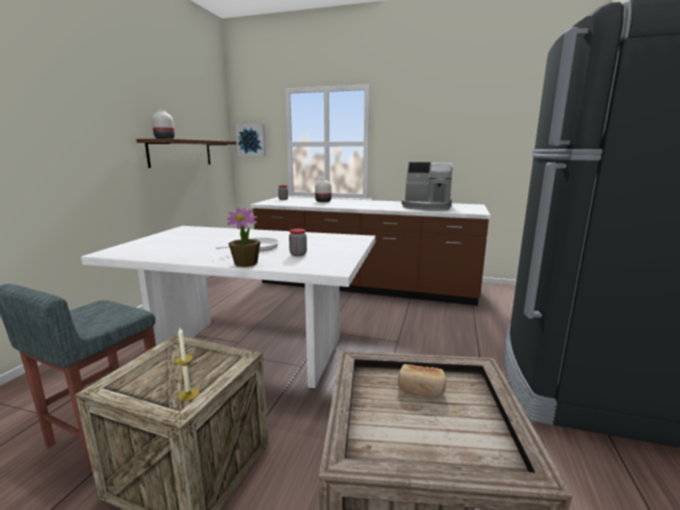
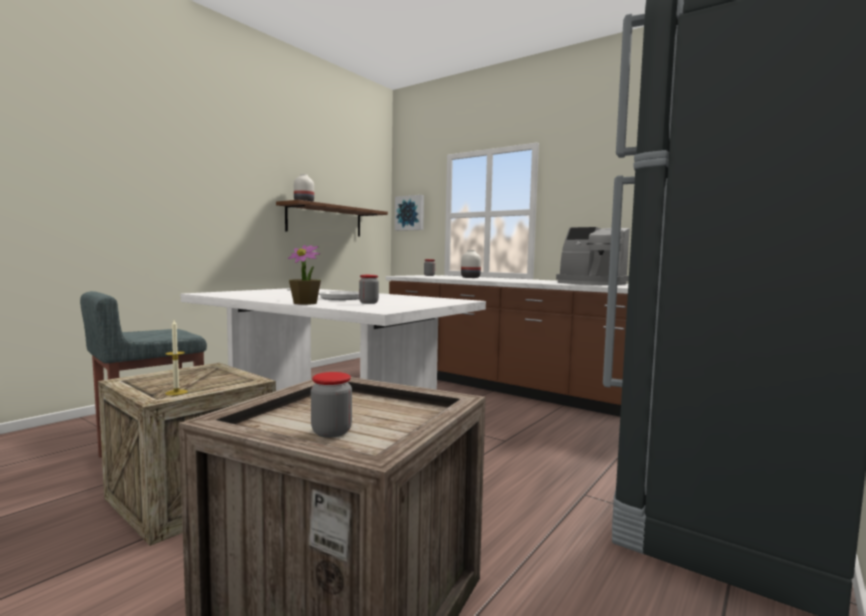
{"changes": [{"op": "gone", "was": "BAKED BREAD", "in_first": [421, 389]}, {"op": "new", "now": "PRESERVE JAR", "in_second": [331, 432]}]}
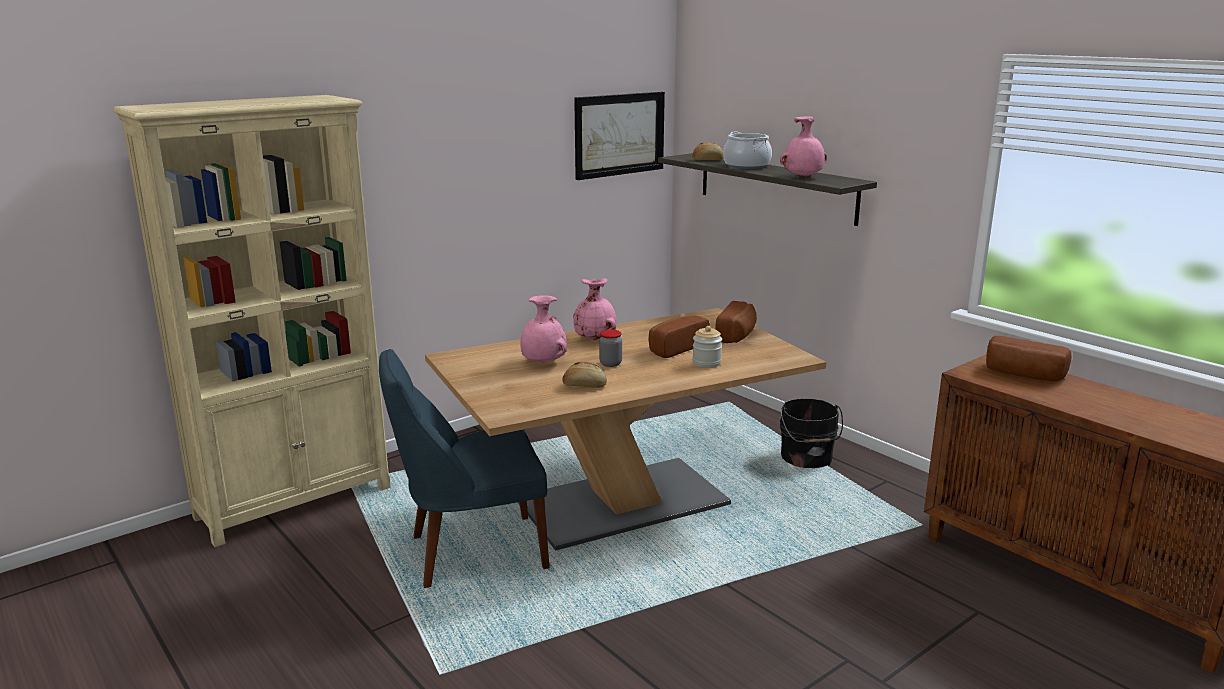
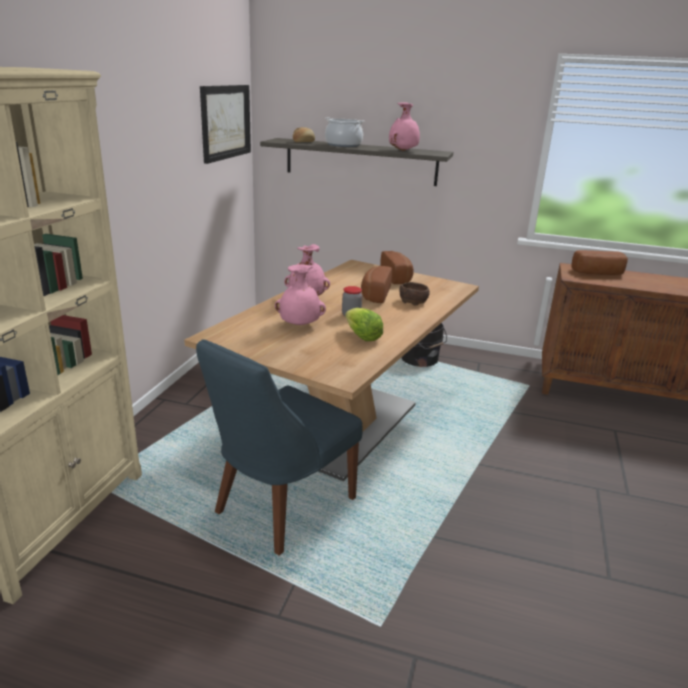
{"changes": [{"op": "swapped", "was": "BAKED BREAD", "now": "HEAD OF LETTUCE", "in_first": [584, 385], "in_second": [362, 337]}, {"op": "swapped", "was": "PRESERVE JAR", "now": "BROWN SERVING BOWL", "in_first": [706, 363], "in_second": [413, 301]}]}
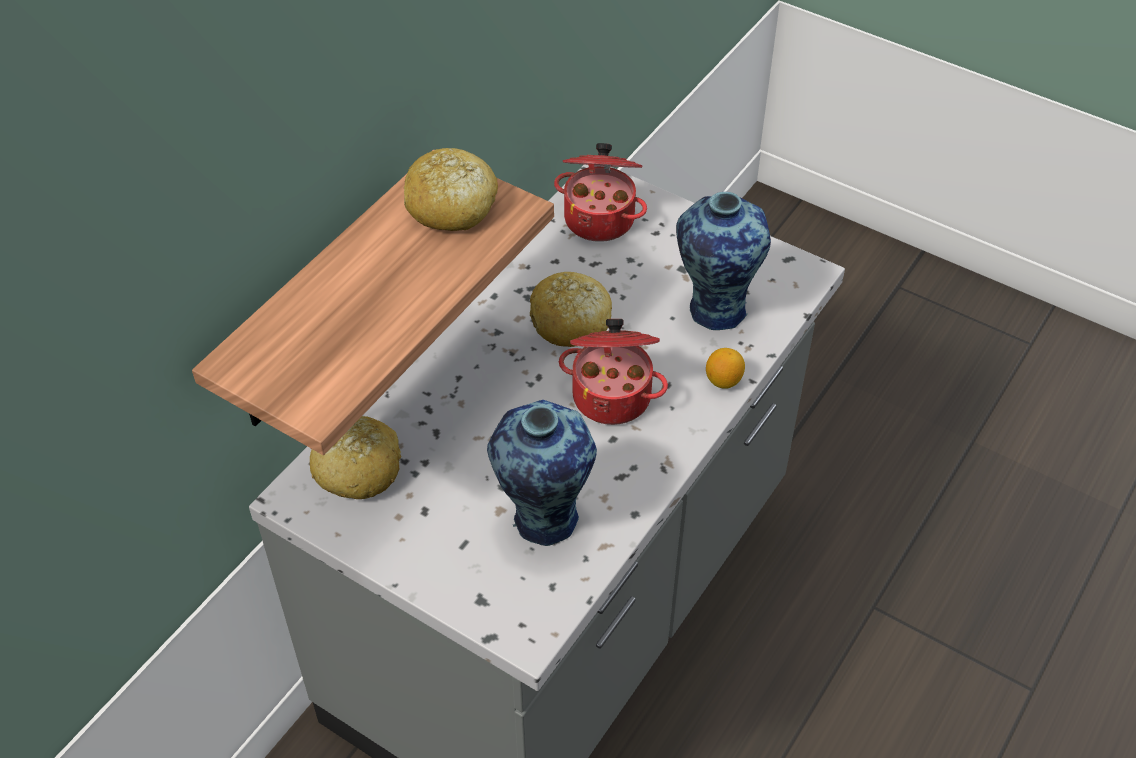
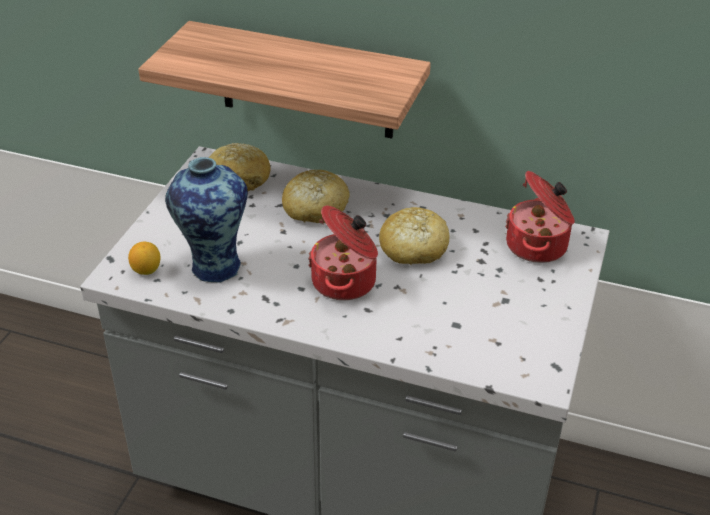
{"changes": [{"op": "gone", "was": "FLOWER VASE", "in_first": [714, 308]}, {"op": "shifted", "was": "BAKED BREAD", "in_first": [451, 205], "in_second": [315, 208]}, {"op": "shifted", "was": "CITRUS FRUIT", "in_first": [723, 380], "in_second": [146, 270]}]}
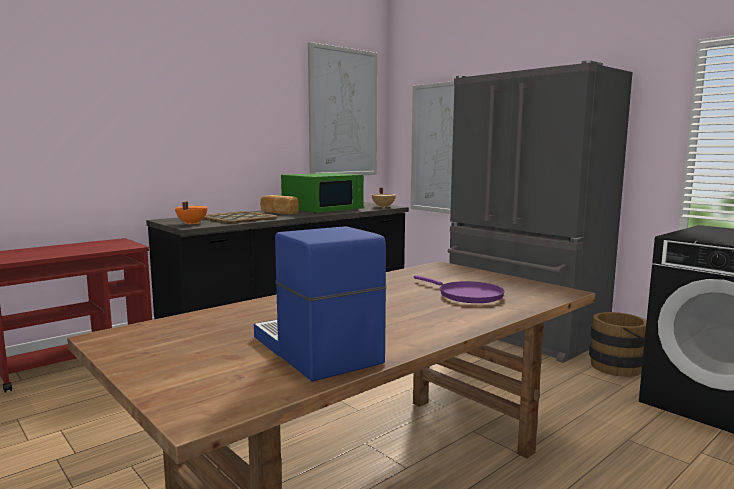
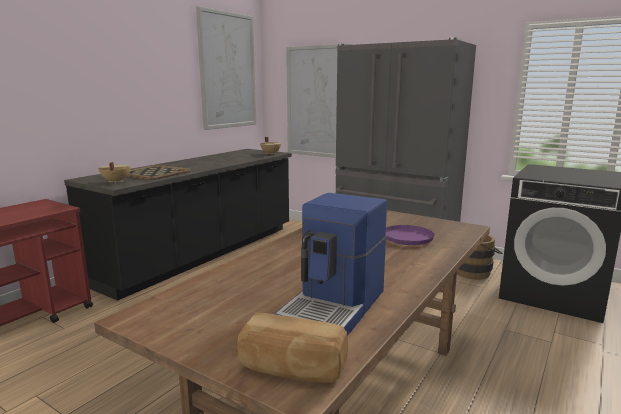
{"changes": [{"op": "gone", "was": "GREENISH KITCHEN MICROWAVE", "in_first": [323, 209]}, {"op": "shifted", "was": "BAKED BREAD", "in_first": [279, 213], "in_second": [292, 368]}, {"op": "repainted", "was": "ORANGE-COLOURED STOCKPOT", "now": "SAND-COLOURED STOCKPOT", "in_first": [191, 223], "in_second": [115, 181]}, {"op": "rotated", "was": "COFFEE MAKER", "in_first": [314, 350], "in_second": [335, 307], "clockwise": -105}]}
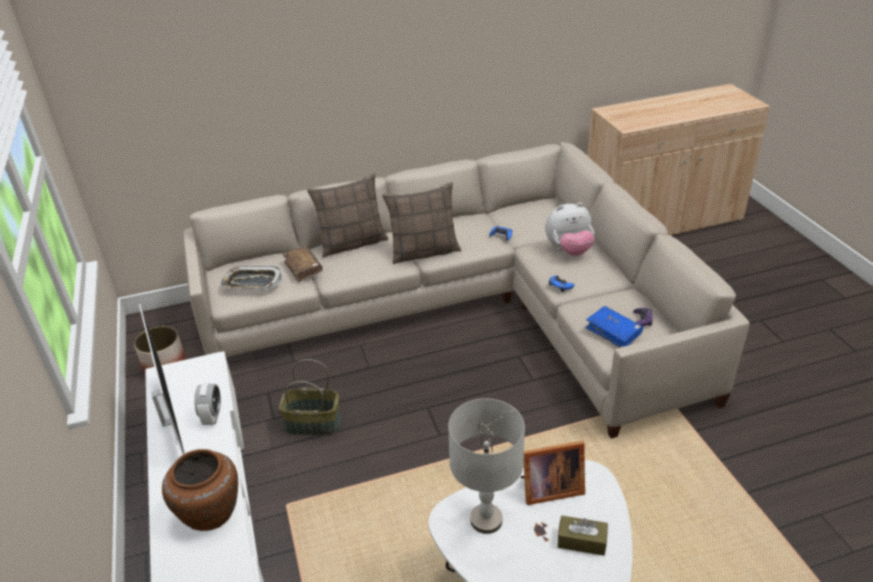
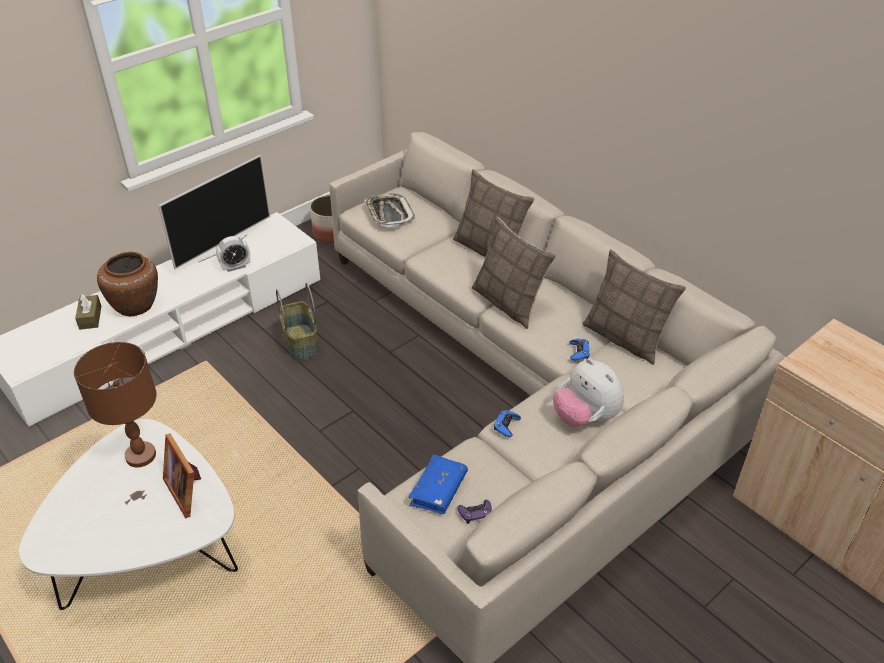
{"changes": [{"op": "gone", "was": "BROWN BOOK", "in_first": [303, 268]}, {"op": "new", "now": "CUSHION", "in_second": [625, 338]}, {"op": "shifted", "was": "BROWN TISSUE BOX", "in_first": [581, 541], "in_second": [90, 317]}, {"op": "repainted", "was": "GREYISH TABLETOP LAMP", "now": "BROWN TABLETOP LAMP", "in_first": [485, 520], "in_second": [141, 455]}]}
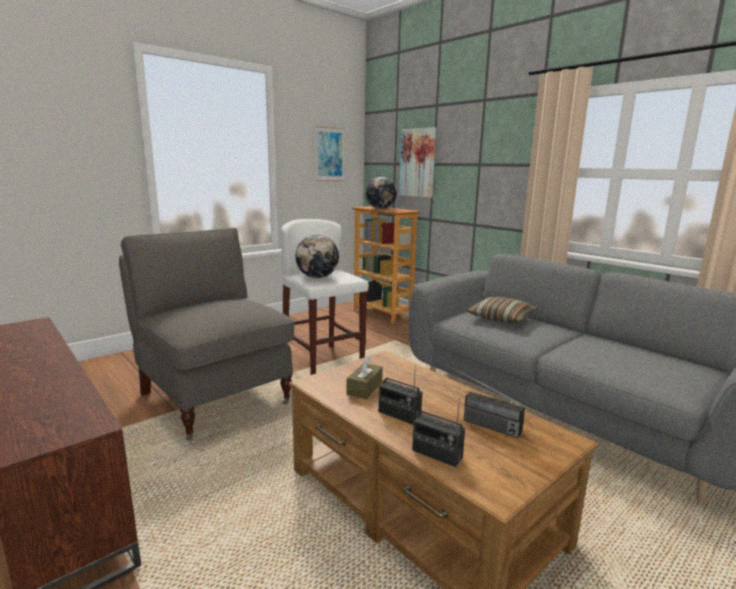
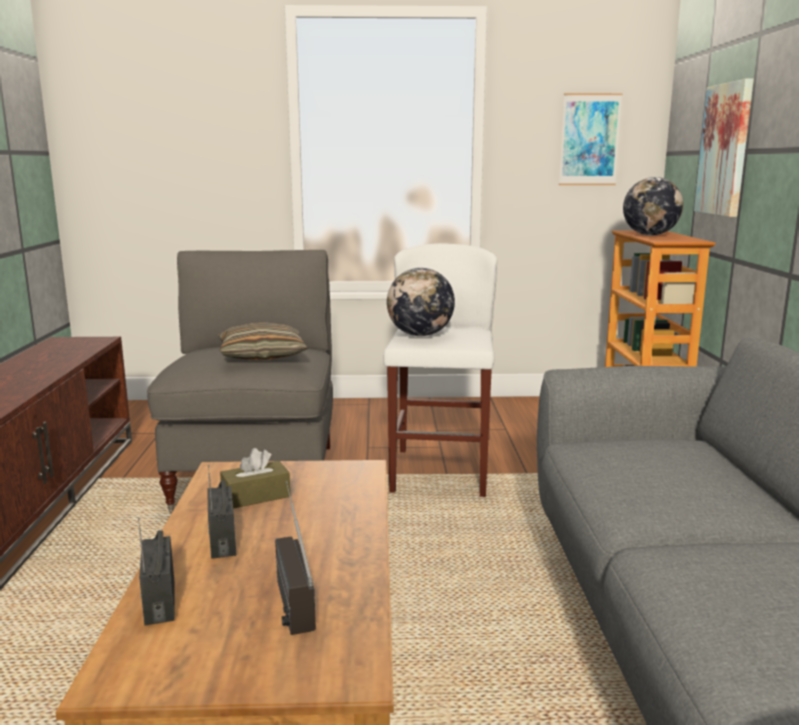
{"changes": [{"op": "shifted", "was": "CUSHION", "in_first": [501, 318], "in_second": [262, 355]}]}
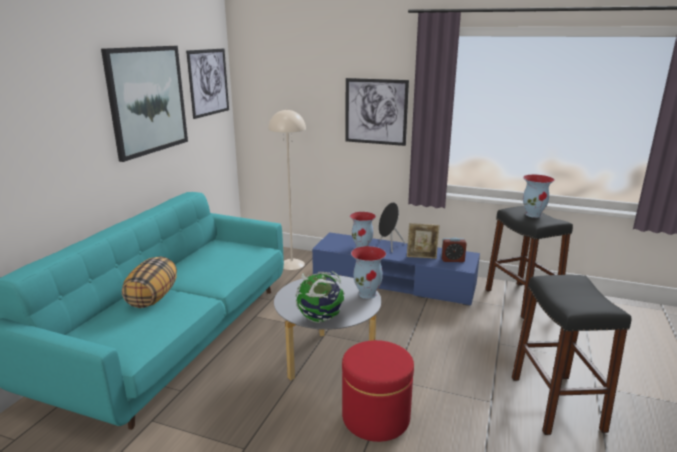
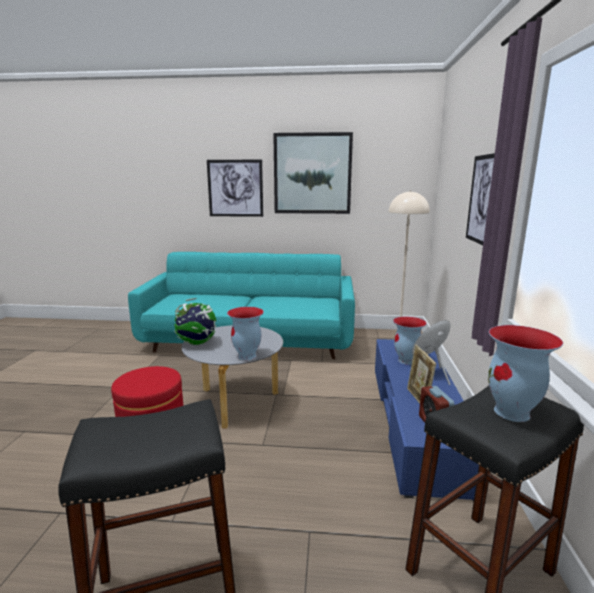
{"changes": [{"op": "gone", "was": "CUSHION", "in_first": [152, 298]}, {"op": "shifted", "was": "PICTURE", "in_first": [208, 82], "in_second": [235, 188]}]}
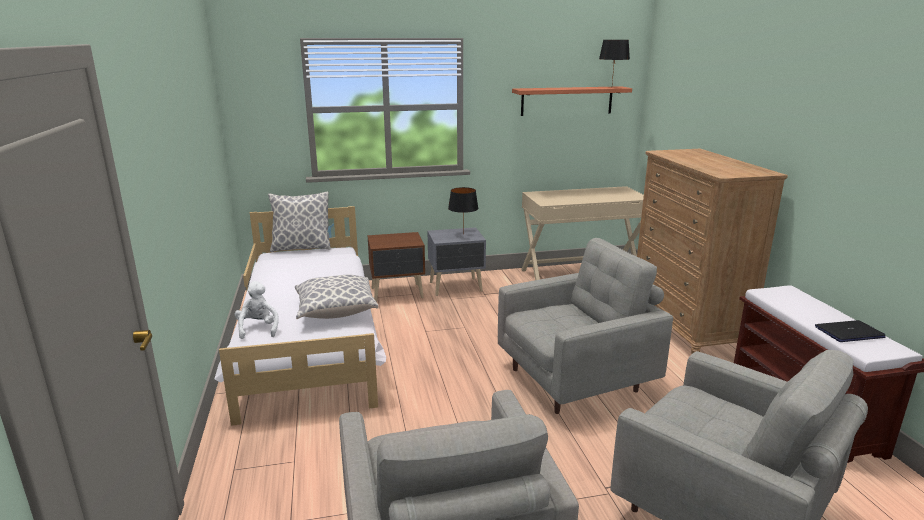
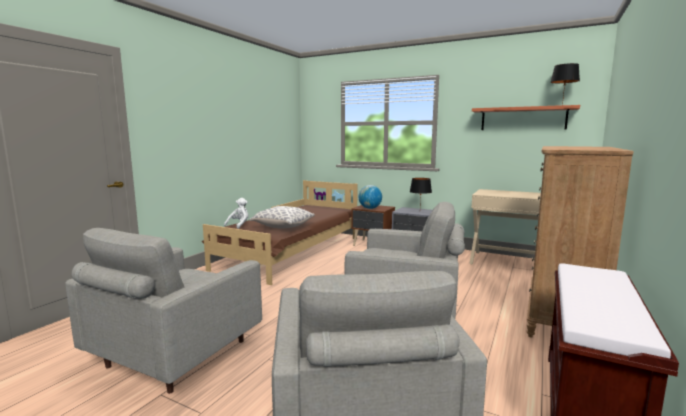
{"changes": [{"op": "gone", "was": "CUSHION", "in_first": [301, 248]}, {"op": "gone", "was": "LAPTOP", "in_first": [849, 332]}, {"op": "new", "now": "WORLD GLOBE", "in_second": [370, 208]}, {"op": "repainted", "was": "WHITISH BED", "now": "BROWN BED", "in_first": [310, 343], "in_second": [291, 253]}]}
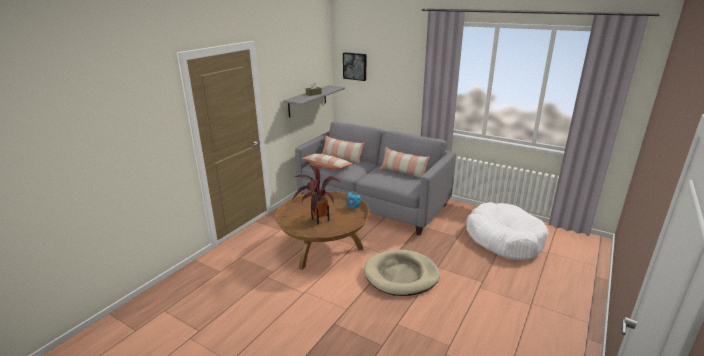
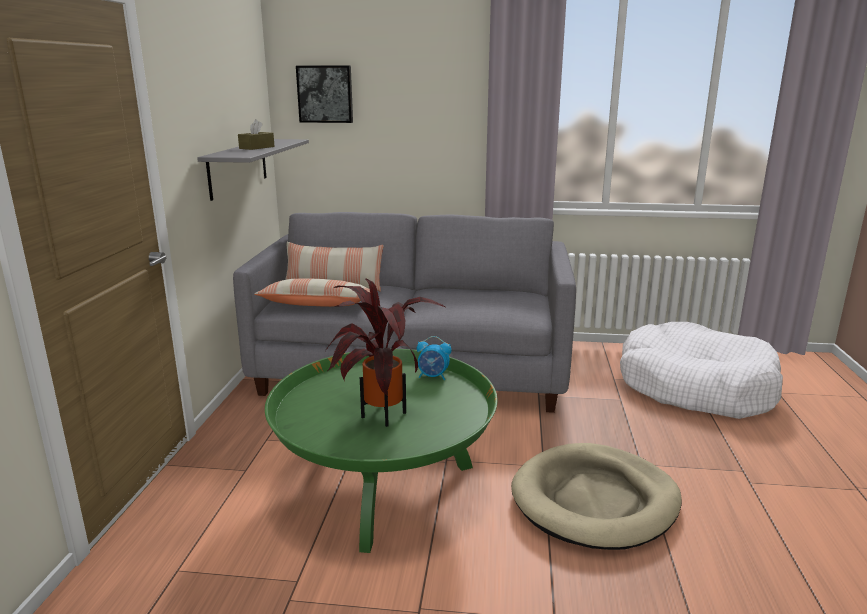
{"changes": [{"op": "gone", "was": "CUSHION", "in_first": [403, 172]}, {"op": "repainted", "was": "BROWN LOW TABLE", "now": "GREENISH LOW TABLE", "in_first": [324, 248], "in_second": [385, 487]}]}
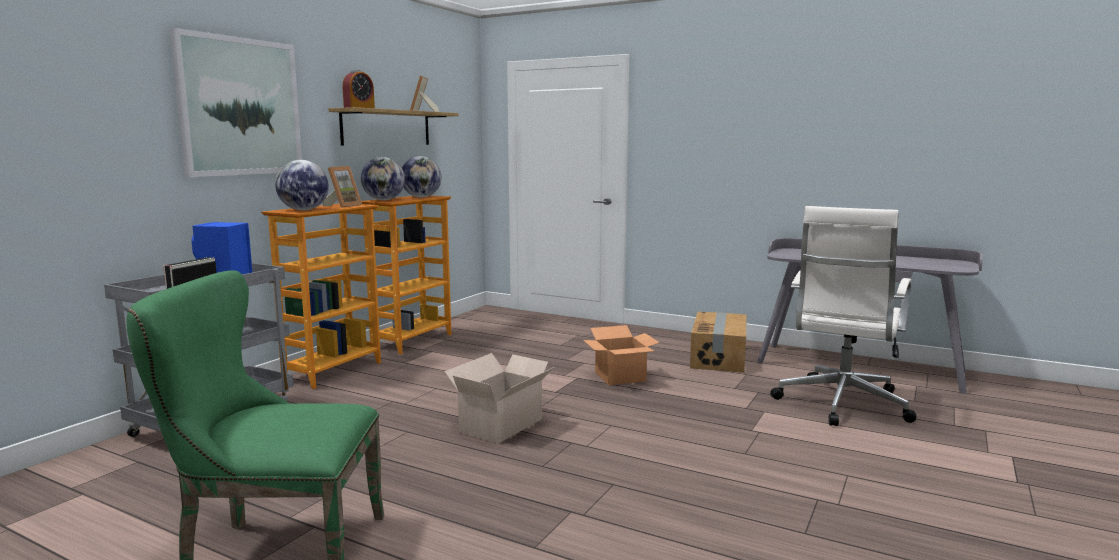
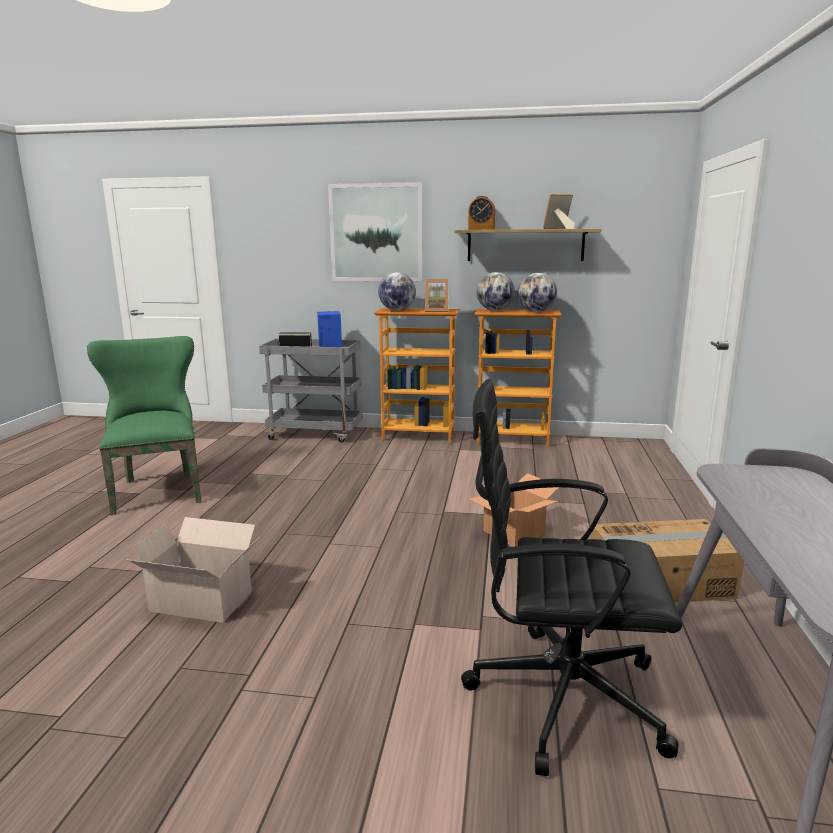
{"changes": [{"op": "shifted", "was": "CARDBOARD BOX", "in_first": [503, 424], "in_second": [203, 602]}, {"op": "repainted", "was": "WHITISH DESK CHAIR", "now": "BLACK-COLOURED DESK CHAIR", "in_first": [841, 404], "in_second": [560, 695]}]}
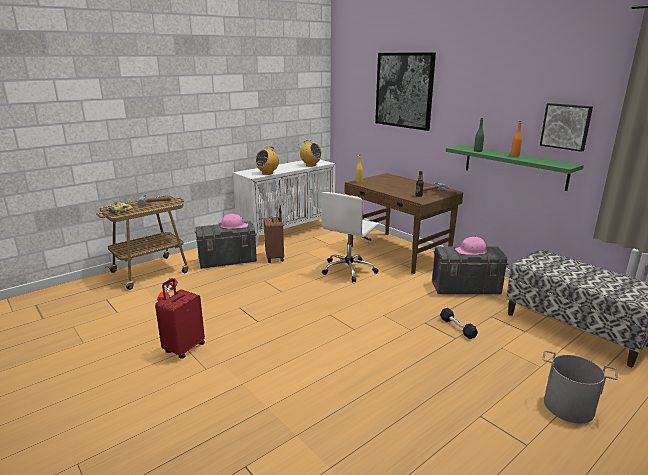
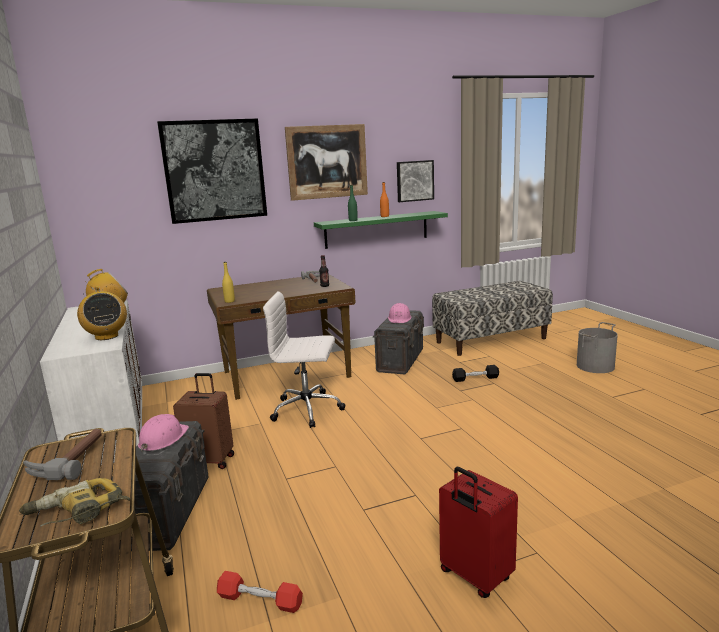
{"changes": [{"op": "new", "now": "PICTURE", "in_second": [327, 162]}, {"op": "rotated", "was": "WHITISH DESK CHAIR", "in_first": [349, 270], "in_second": [308, 409], "clockwise": 135}]}
